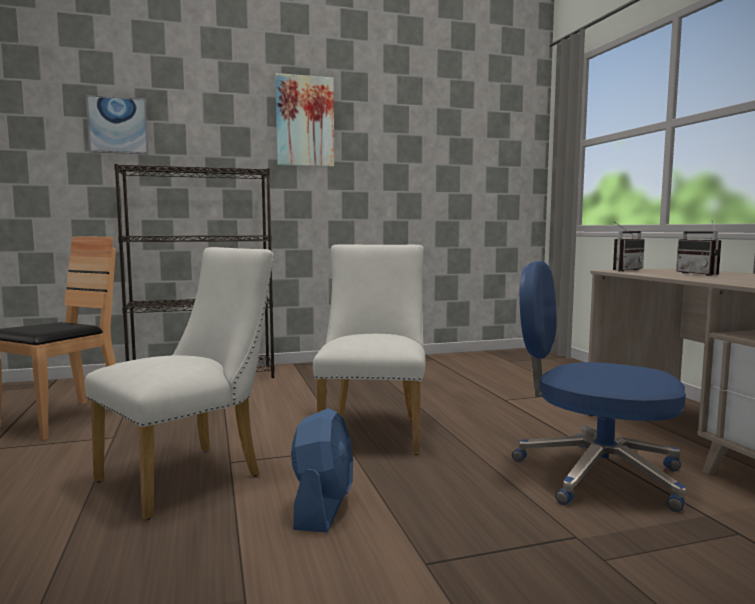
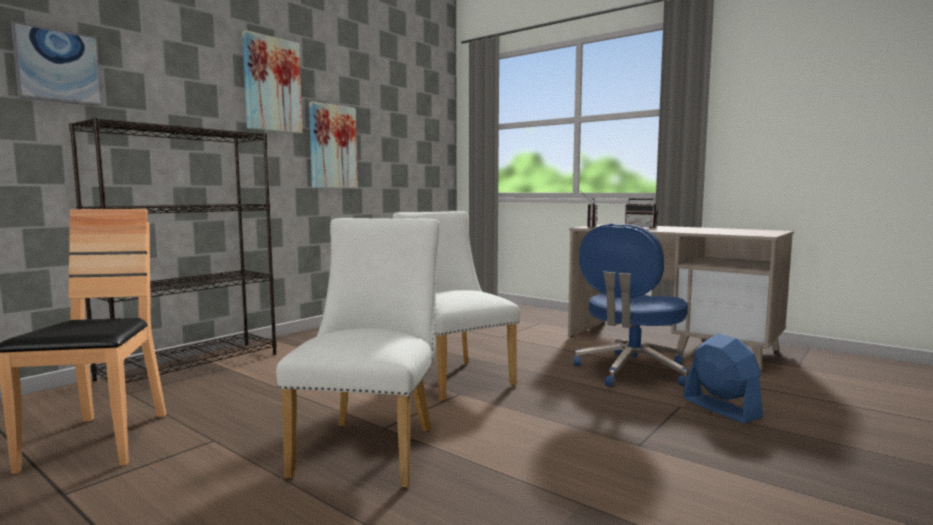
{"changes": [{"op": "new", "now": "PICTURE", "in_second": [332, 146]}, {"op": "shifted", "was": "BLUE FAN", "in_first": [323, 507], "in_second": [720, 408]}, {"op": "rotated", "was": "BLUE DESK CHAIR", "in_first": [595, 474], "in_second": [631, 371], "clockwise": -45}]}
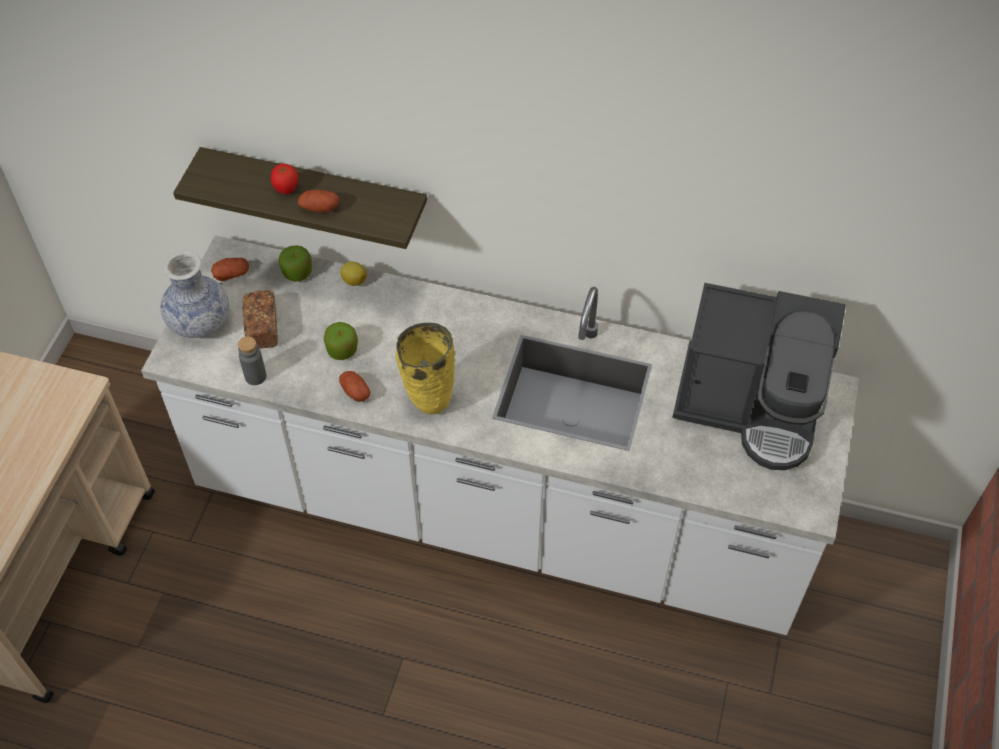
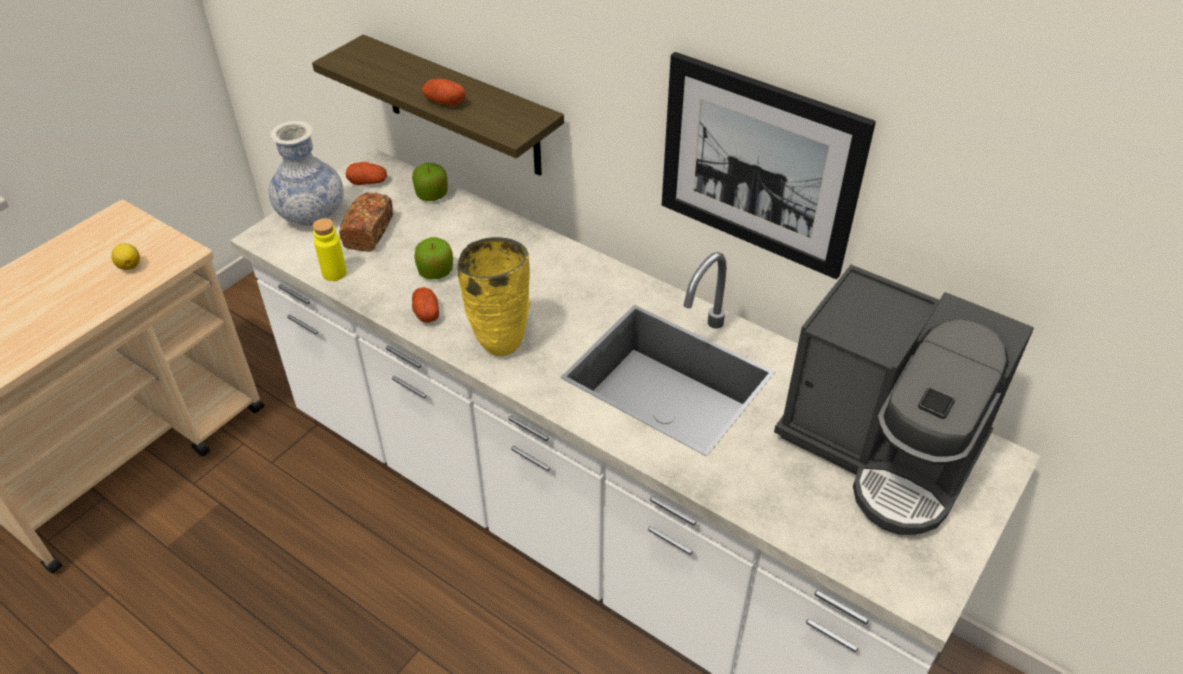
{"changes": [{"op": "gone", "was": "TOMATO", "in_first": [286, 190]}, {"op": "new", "now": "PICTURE", "in_second": [759, 166]}, {"op": "shifted", "was": "CITRUS FRUIT", "in_first": [354, 280], "in_second": [129, 265]}, {"op": "repainted", "was": "GREYISH BEVERAGE BOTTLE", "now": "YELLOWISH BEVERAGE BOTTLE", "in_first": [255, 376], "in_second": [334, 273]}]}
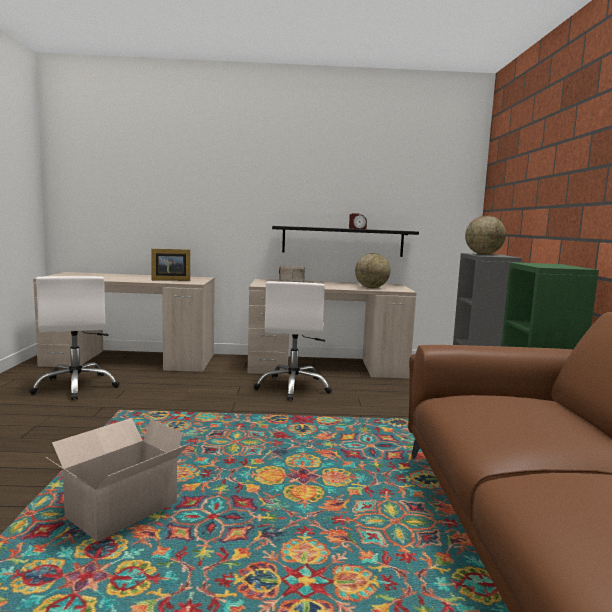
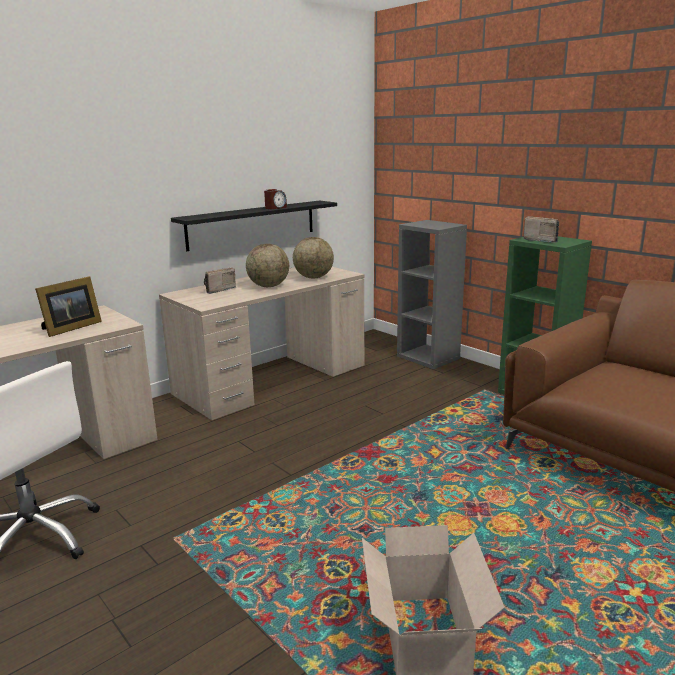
{"changes": [{"op": "gone", "was": "WHITISH DESK CHAIR", "in_first": [293, 387]}, {"op": "new", "now": "RADIO SET", "in_second": [541, 240]}, {"op": "shifted", "was": "WORLD GLOBE", "in_first": [483, 254], "in_second": [268, 286]}]}
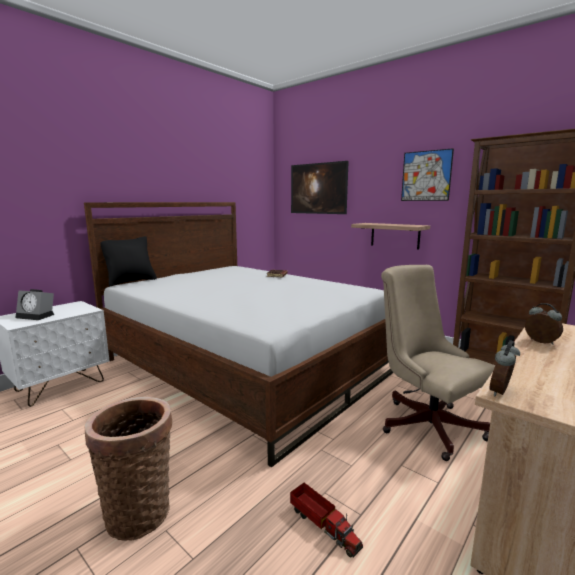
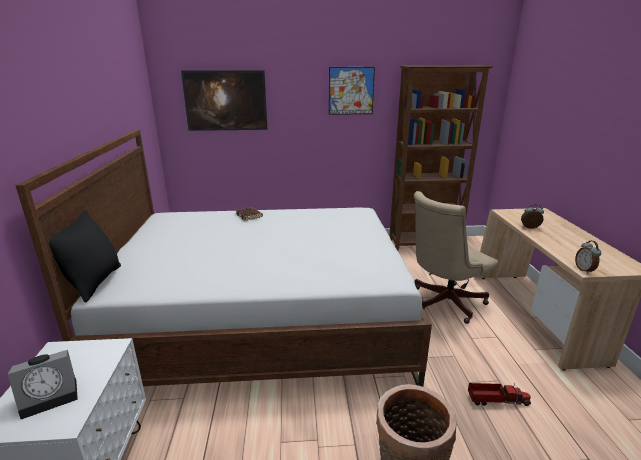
{"changes": [{"op": "gone", "was": "BRACKET SHELF", "in_first": [395, 235]}, {"op": "rotated", "was": "SAND-COLOURED DESK CHAIR", "in_first": [426, 423], "in_second": [443, 303], "clockwise": -45}]}
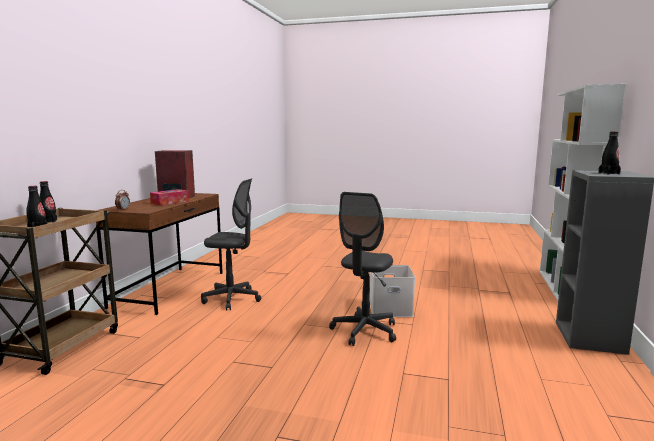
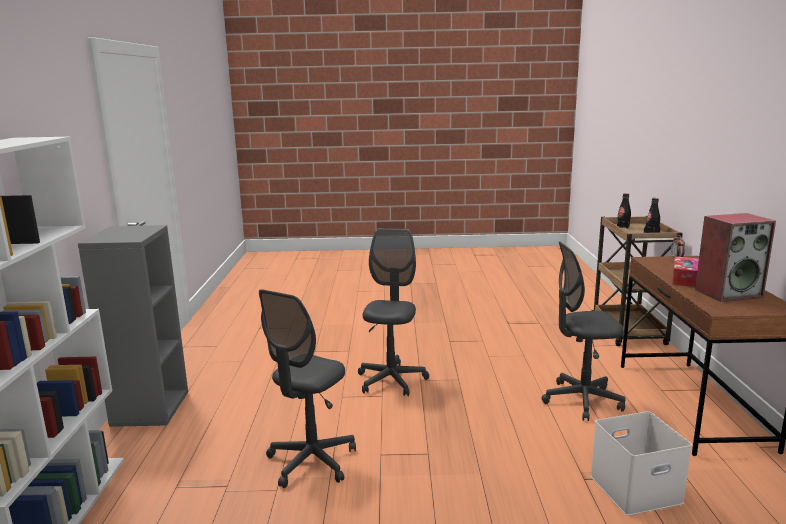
{"changes": [{"op": "gone", "was": "BLACK-COLOURED BEVERAGE BOTTLE", "in_first": [608, 173]}, {"op": "new", "now": "GREYISH DESK CHAIR", "in_second": [311, 462]}, {"op": "shifted", "was": "WHITISH STORAGE CONTAINER", "in_first": [391, 308], "in_second": [635, 490]}]}
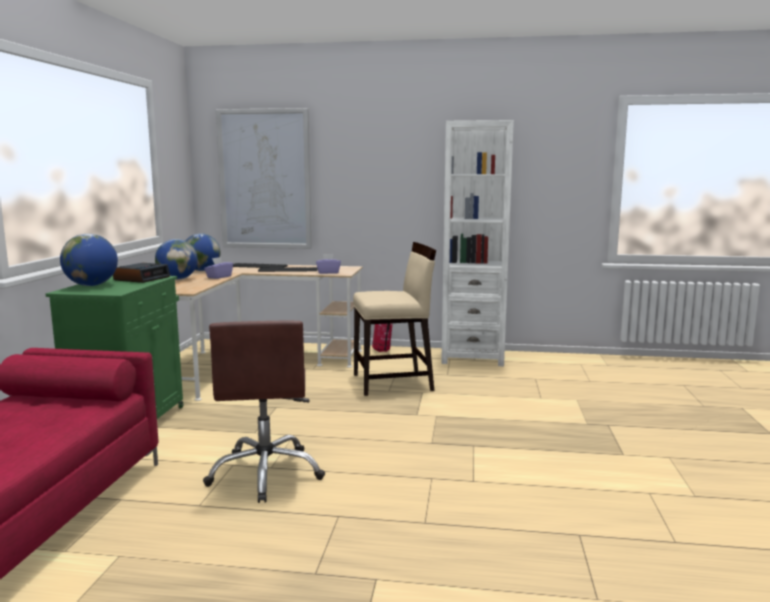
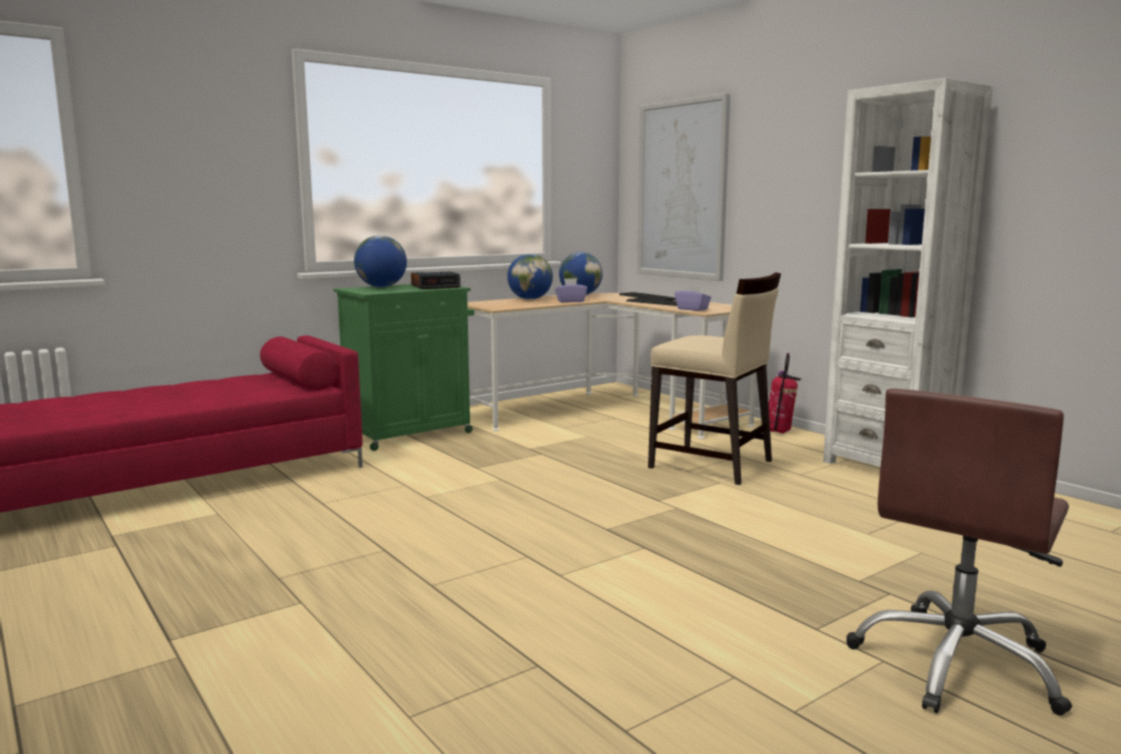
{"changes": [{"op": "shifted", "was": "BROWN DESK CHAIR", "in_first": [266, 473], "in_second": [957, 664]}]}
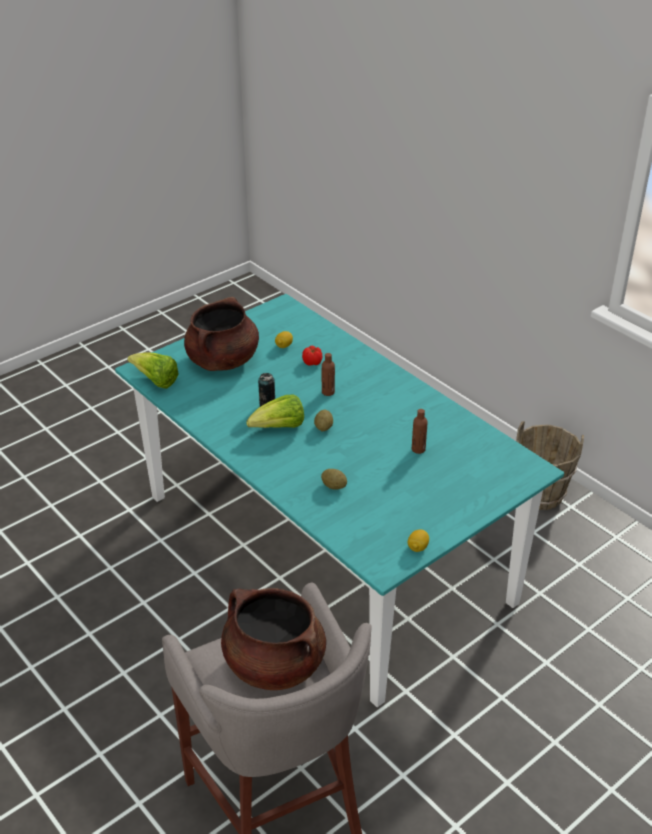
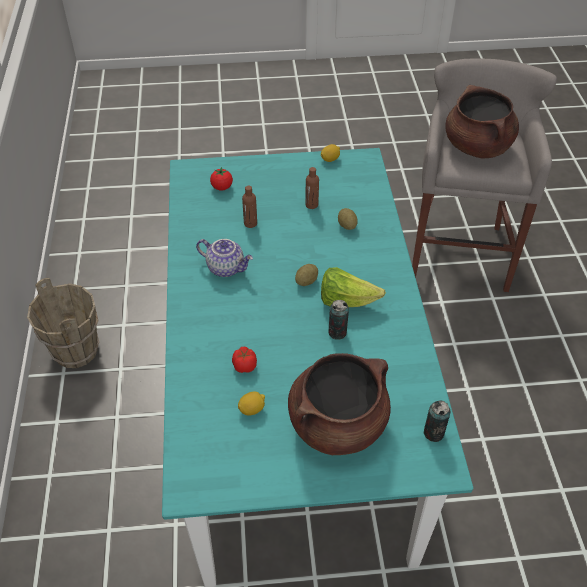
{"changes": [{"op": "new", "now": "TEA POT", "in_second": [226, 267]}, {"op": "new", "now": "TOMATO", "in_second": [222, 187]}, {"op": "shifted", "was": "BROWN BEVERAGE BOTTLE", "in_first": [328, 392], "in_second": [311, 205]}, {"op": "swapped", "was": "HEAD OF LETTUCE", "now": "METAL CAN", "in_first": [156, 381], "in_second": [433, 433]}]}
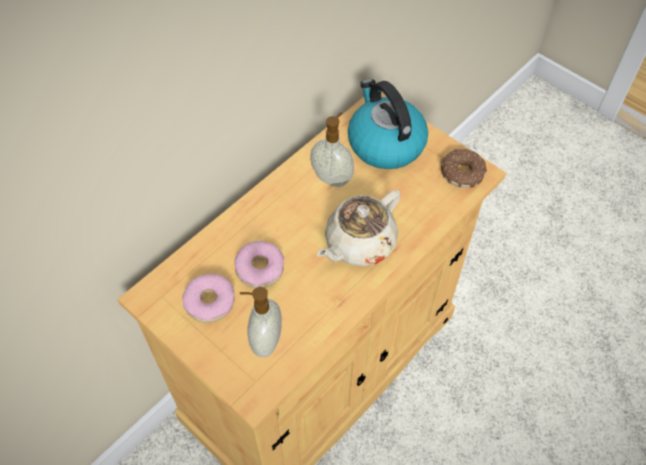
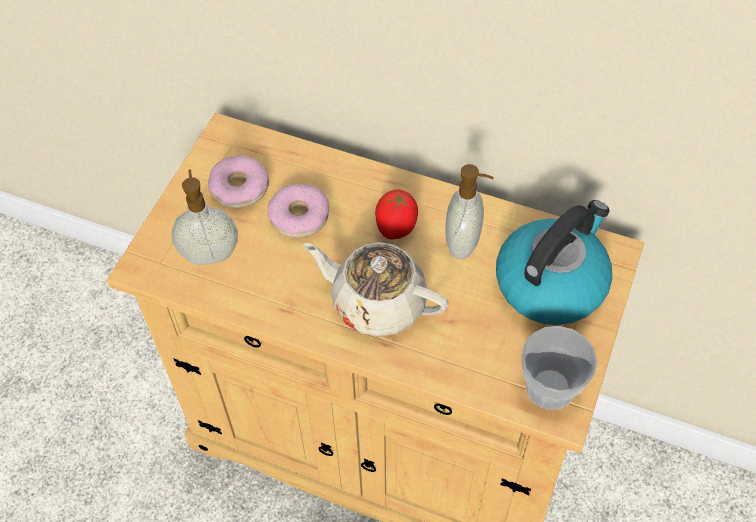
{"changes": [{"op": "new", "now": "TOMATO", "in_second": [397, 228]}, {"op": "swapped", "was": "DOUGHNUT", "now": "SMALL CUP", "in_first": [461, 172], "in_second": [550, 388]}]}
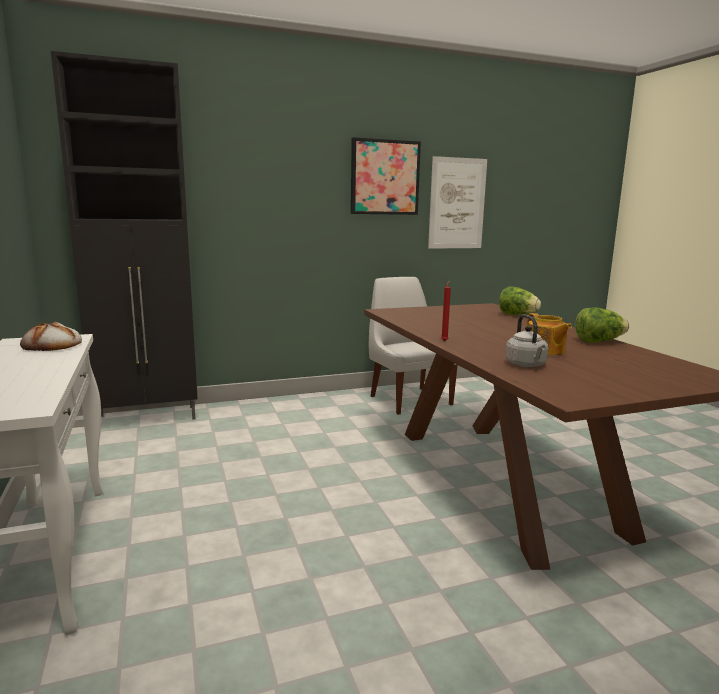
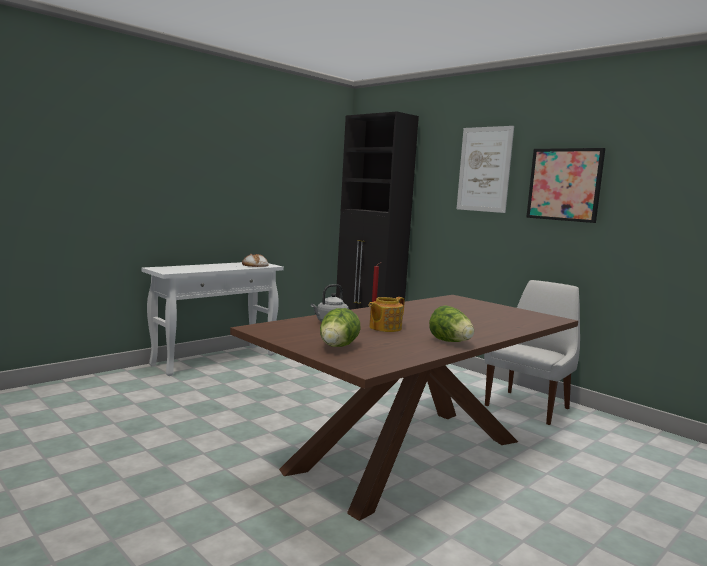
{"changes": [{"op": "shifted", "was": "PICTURE", "in_first": [457, 203], "in_second": [484, 169]}, {"op": "shifted", "was": "HEAD OF LETTUCE", "in_first": [517, 315], "in_second": [337, 347]}]}
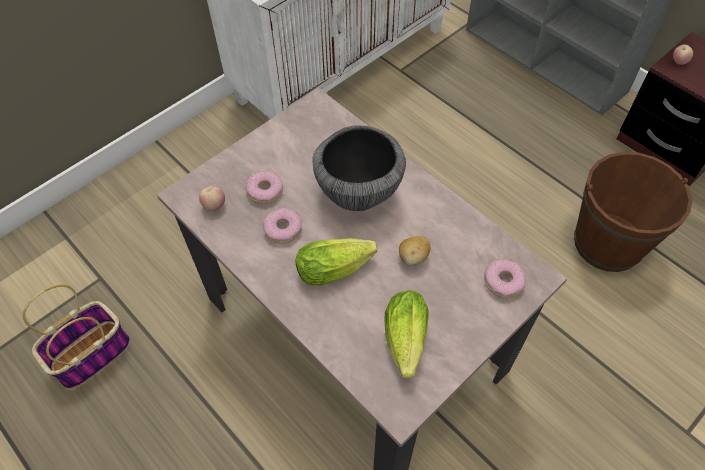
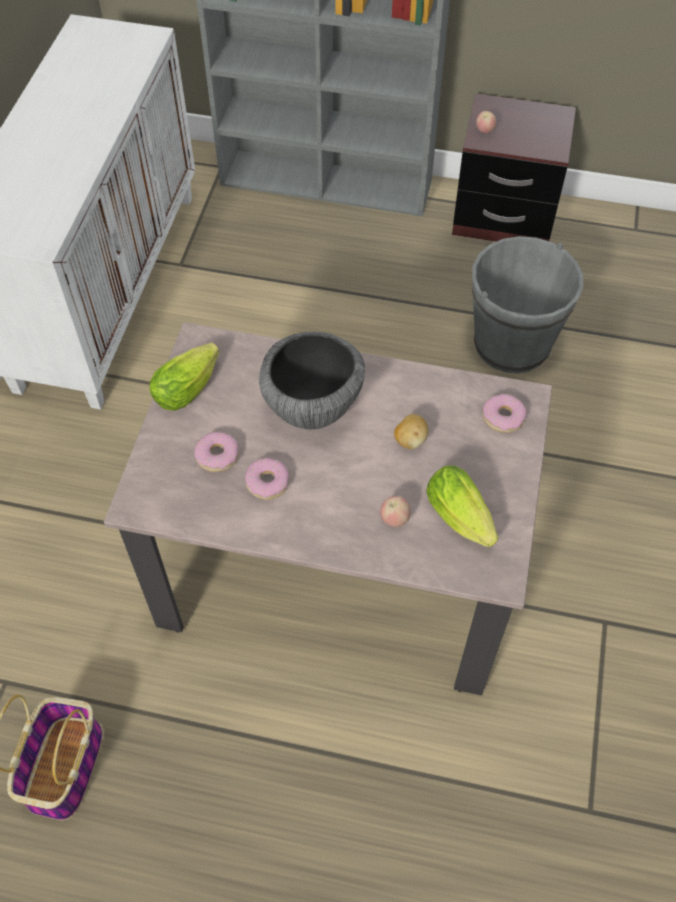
{"changes": [{"op": "shifted", "was": "WHOLE APPLE", "in_first": [214, 205], "in_second": [394, 519]}, {"op": "shifted", "was": "HEAD OF LETTUCE", "in_first": [338, 268], "in_second": [190, 386]}, {"op": "repainted", "was": "BROWN WATER BUCKET", "now": "GREYISH WATER BUCKET", "in_first": [607, 243], "in_second": [512, 344]}]}
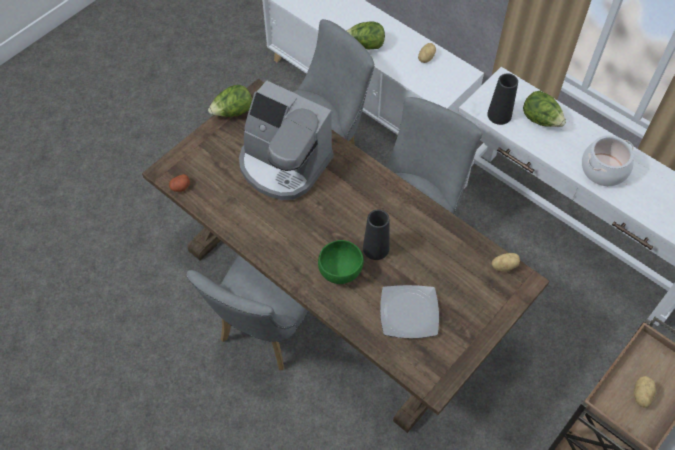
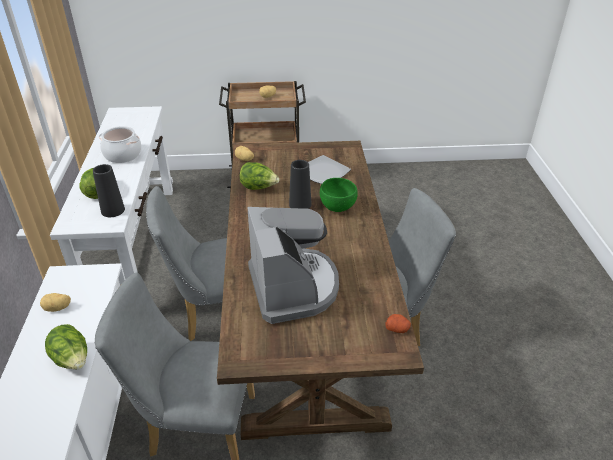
{"changes": [{"op": "shifted", "was": "HEAD OF LETTUCE", "in_first": [233, 112], "in_second": [258, 188]}]}
